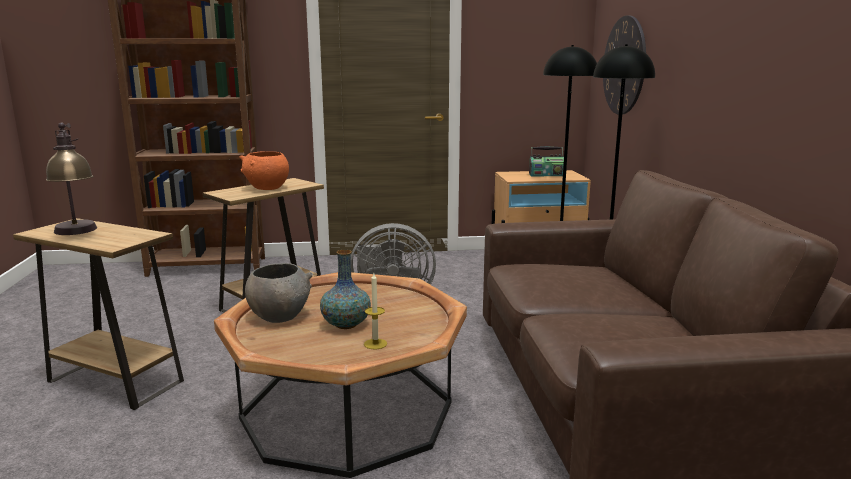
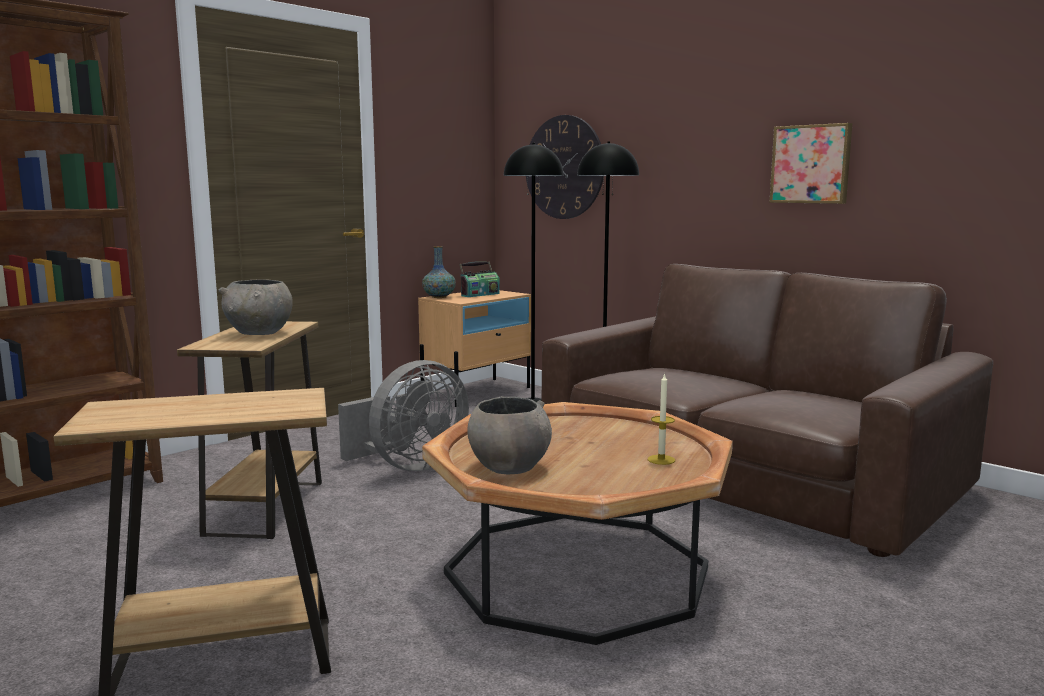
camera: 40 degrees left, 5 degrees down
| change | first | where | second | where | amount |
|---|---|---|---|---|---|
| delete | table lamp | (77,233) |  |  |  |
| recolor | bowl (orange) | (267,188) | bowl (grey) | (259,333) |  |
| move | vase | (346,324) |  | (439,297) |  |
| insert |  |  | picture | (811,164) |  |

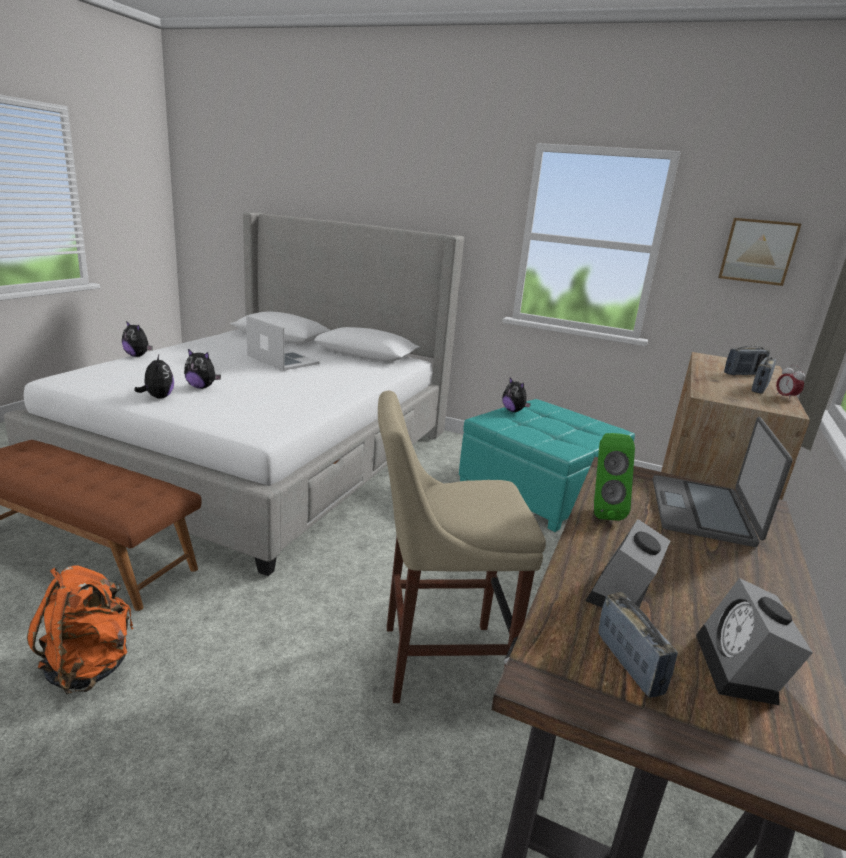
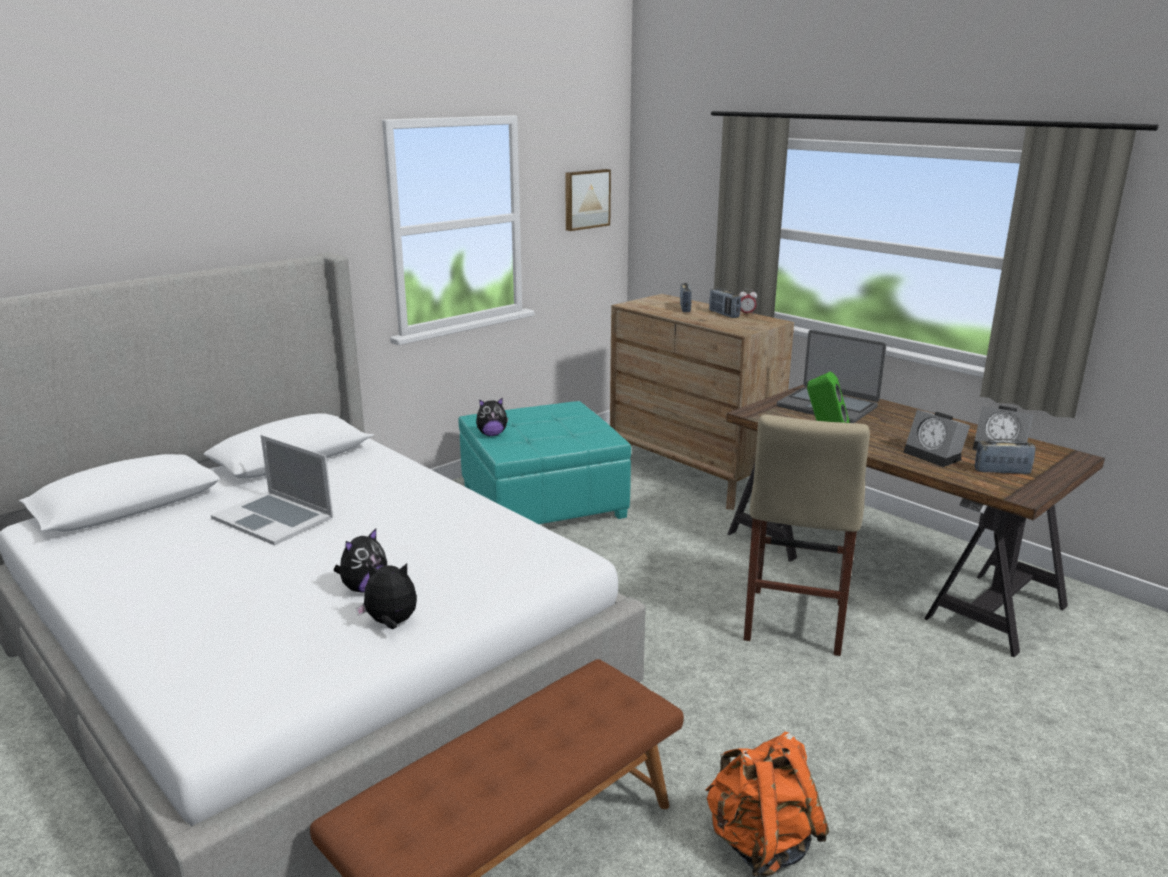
camera: 65 degrees left, 0 degrees up
| change | first | where | second | where | amount |
|---|---|---|---|---|---|
| rotate | laptop | (282,360) |  | (273,517) | 120 degrees counterclockwise |
| delete | plush toy | (138,356) |  |  |  |

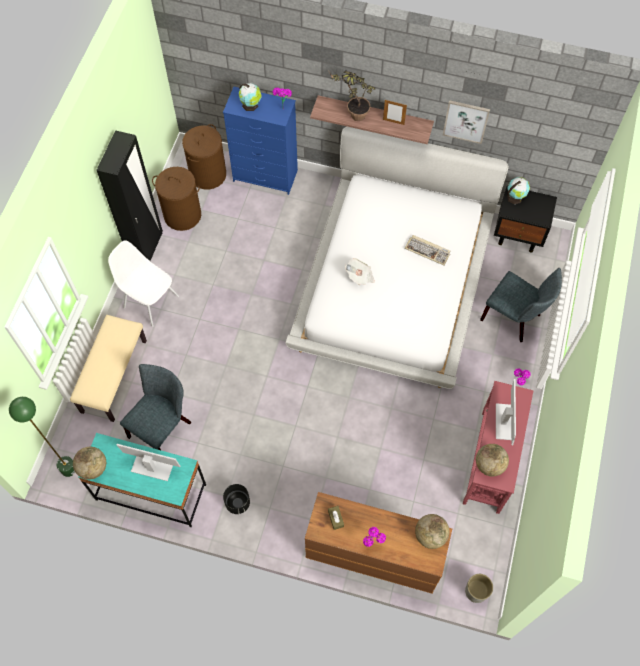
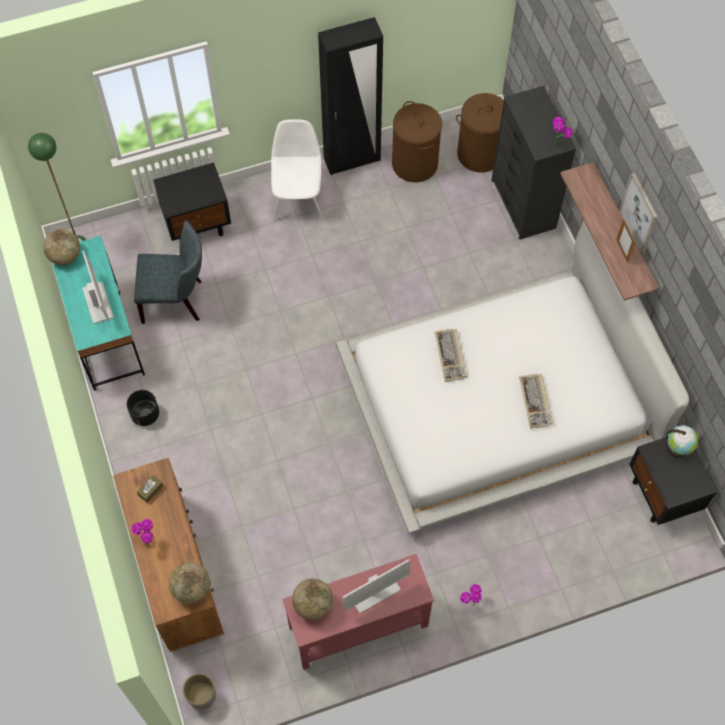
camera: 55 degrees right, 0 degrees up
| change | first | where | second | where | amount |
|---|---|---|---|---|---|
| delete | potted plant | (353,115) |  |  |  |
| delete | globe | (251,105) |  |  |  |
| recolor | dresser (blue) | (266,176) | dresser (black) | (523,205) |  |
| move | picture | (466,121) |  | (639,213) |  |
| replace | newspaper | (360,276) | keyboard | (451,356) |  |
| delete | chair (grey) | (514,318) |  |  |  |
| replace | bench (beige) | (113,376) | nightstand (black) | (198,224) |  |

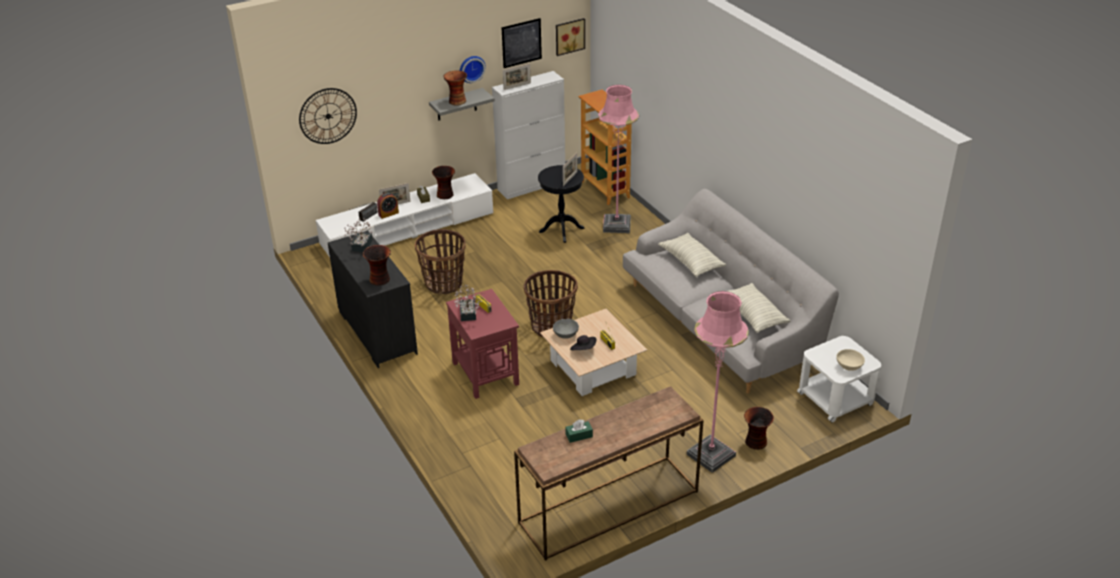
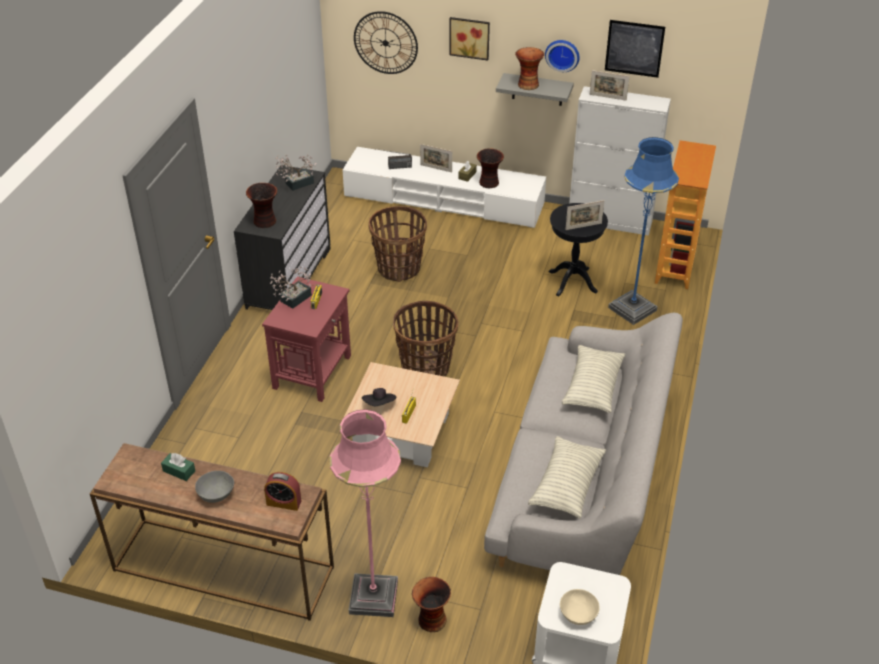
camera: 45 degrees right, 5 degrees up
| change | first | where | second | where | amount |
|---|---|---|---|---|---|
| move | picture | (569,36) |  | (470,37) |  |
| recolor | floor lamp (pink) | (617,225) | floor lamp (blue) | (632,309) |  |
| move | alarm clock | (388,214) |  | (284,502) |  |
| move | bowl (grey) | (565,335) |  | (216,495) |  |

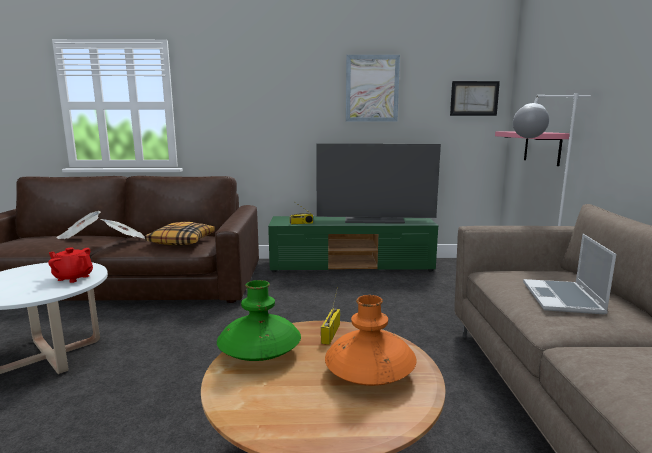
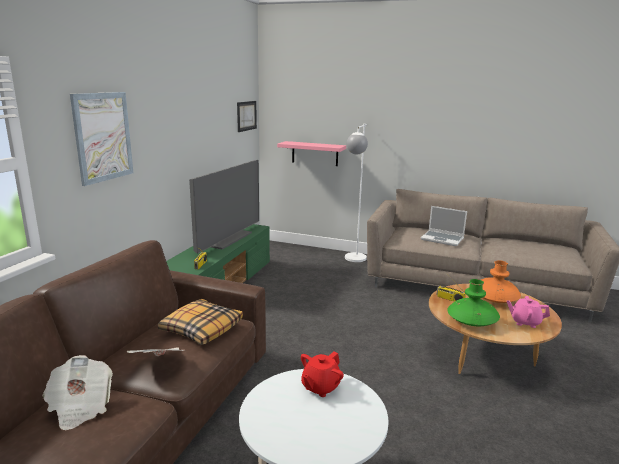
camera: 70 degrees left, 5 degrees up
| change | first | where | second | where | amount |
|---|---|---|---|---|---|
| move | picture | (372,88) |  | (103,137) |  |
| insert |  |  | teapot (pink) | (525,322) |  |

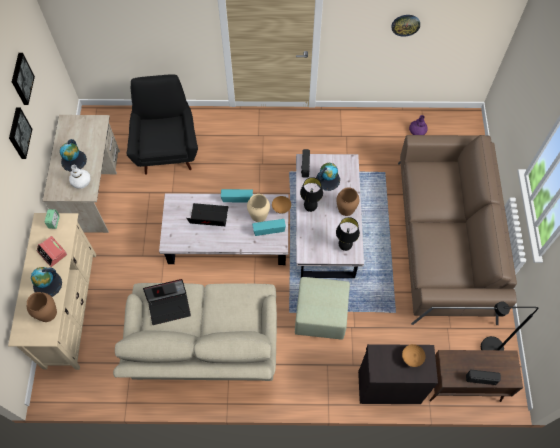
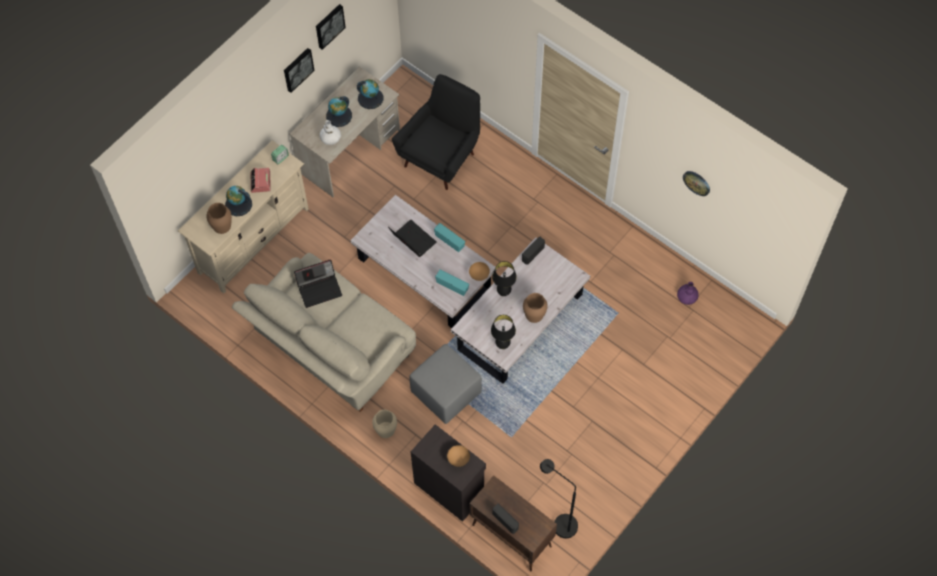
camera: 40 degrees right, 0 degrees up
| change | first | where | second | where | amount |
|---|---|---|---|---|---|
| delete | sofa (brown) | (445,239) |  |  |  |
| move | globe | (327,180) |  | (370,98) |  |
| move | vase (beige) | (259,215) |  | (385,430) |  |
| recolor | ottoman (green) | (320,315) | ottoman (grey) | (445,392) |  |
| rotate | laptop | (169,306) |  | (320,289) | 45 degrees counterclockwise |

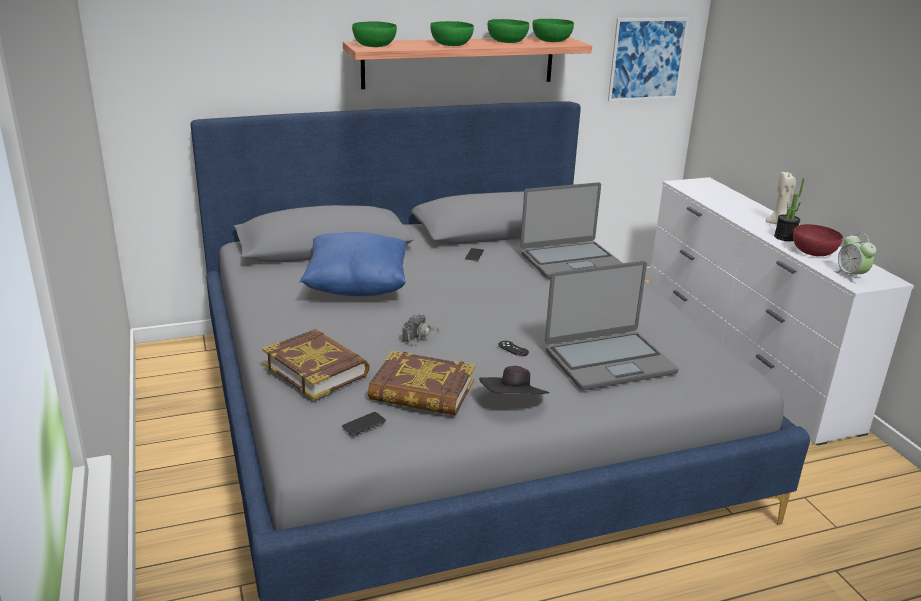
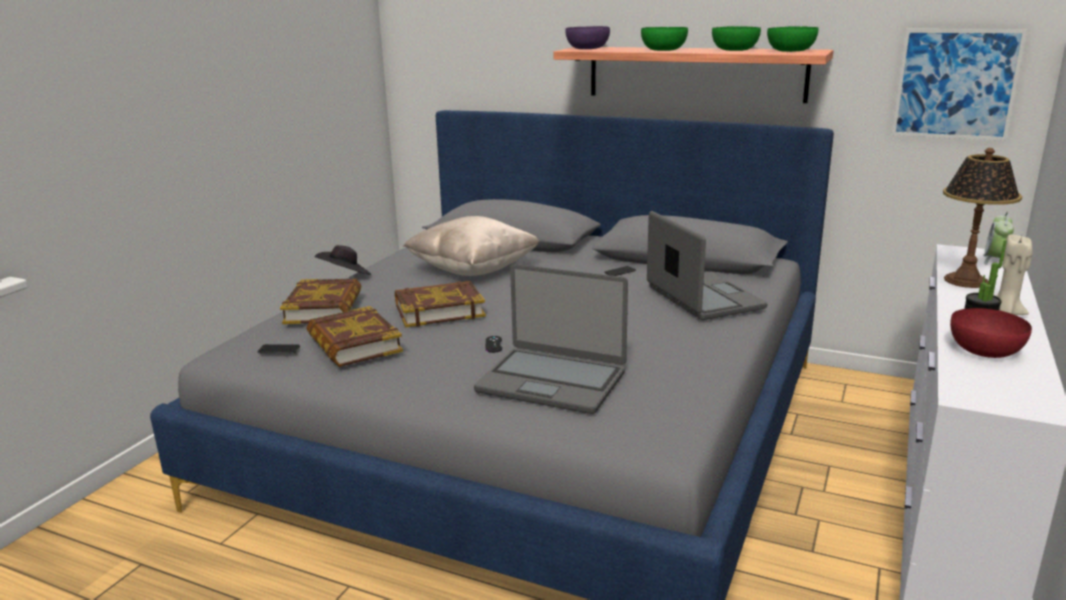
camera: 45 degrees right, 5 degrees down
| change | first | where | second | where | amount |
|---|---|---|---|---|---|
| recolor | bowl (green) | (375,45) | bowl (purple) | (588,48) |  |
| rotate | laptop | (570,261) |  | (703,298) | 135 degrees counterclockwise |
| recolor | pillow (blue) | (357,288) | pillow (beige) | (473,270) |  |
| move | alarm clock | (850,276) |  | (995,260) |  |
| replace | photo camera | (421,335) | book | (439,310) |  |
| move | hat (black) | (513,403) |  | (345,276) |  |
| insert |  |  | table lamp | (965,280) |  |

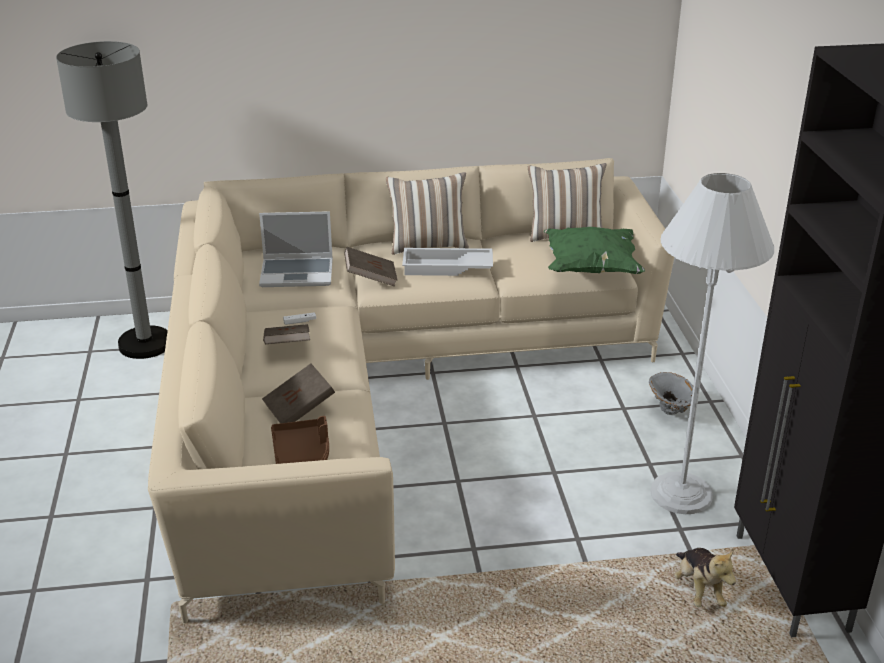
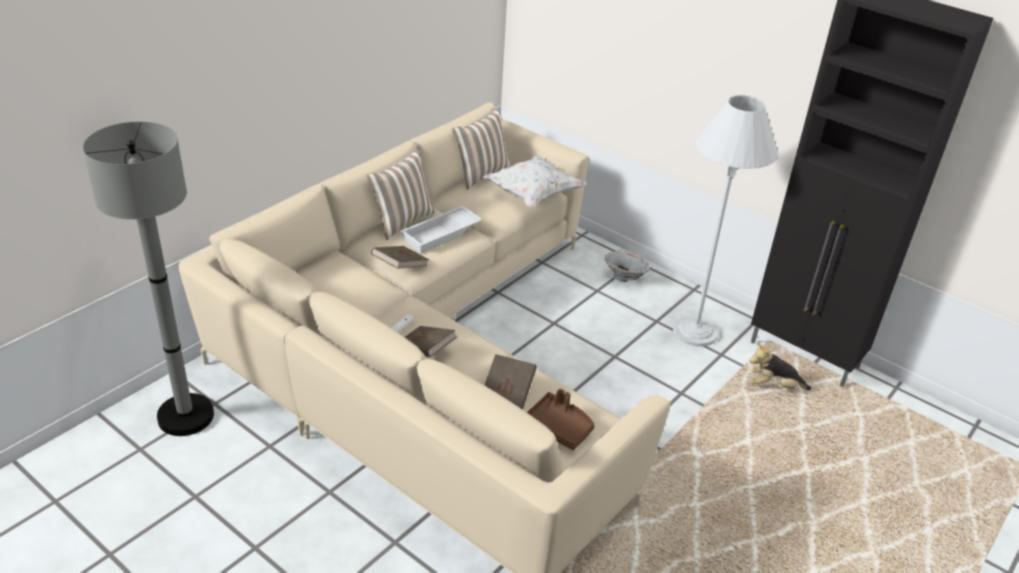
camera: 45 degrees left, 5 degrees up
| change | first | where | second | where | amount |
|---|---|---|---|---|---|
| delete | laptop | (298,273) |  |  |  |
| recolor | pillow (green) | (591,268) | pillow (white) | (532,195) |  |
| rotate | plush toy | (699,590) |  | (774,386) | 150 degrees clockwise |

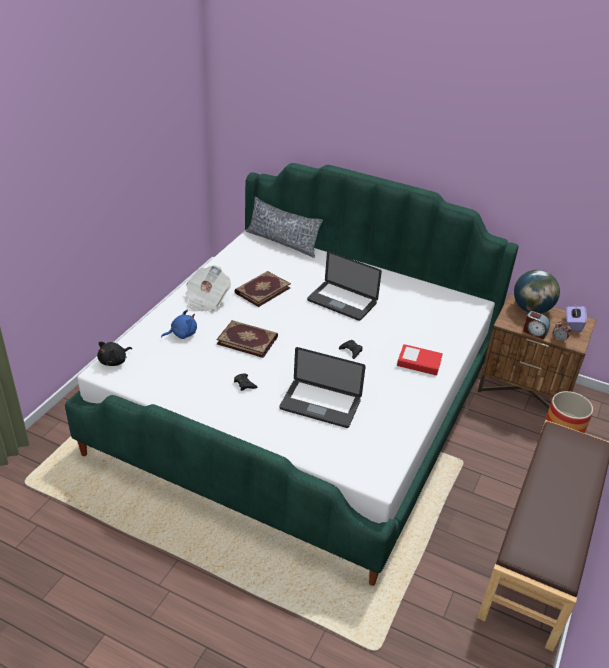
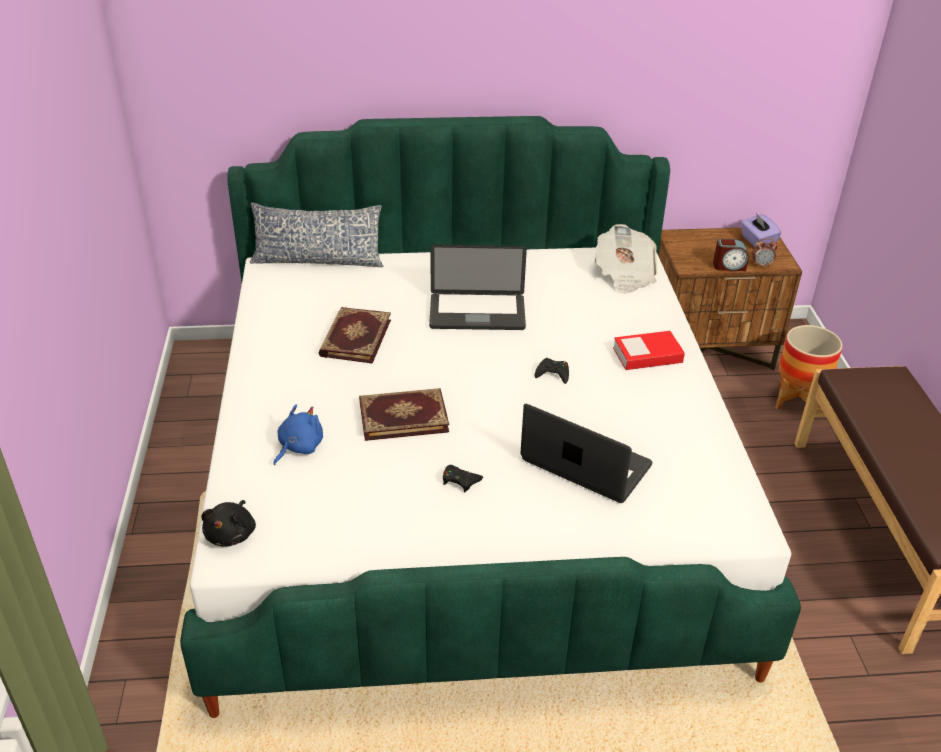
camera: 30 degrees left, 0 degrees up
| change | first | where | second | where | amount |
|---|---|---|---|---|---|
| move | newspaper | (206,300) |  | (624,275) |  |
| delete | globe | (531,309) |  |  |  |
| rotate | laptop | (320,404) |  | (586,463) | 135 degrees counterclockwise |

